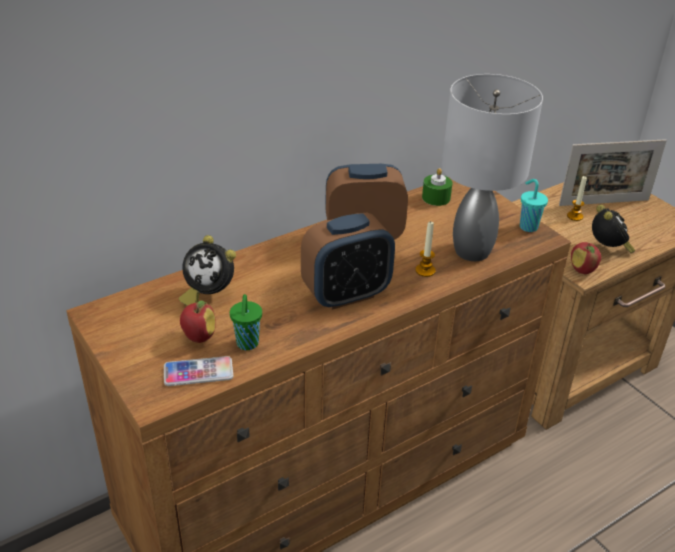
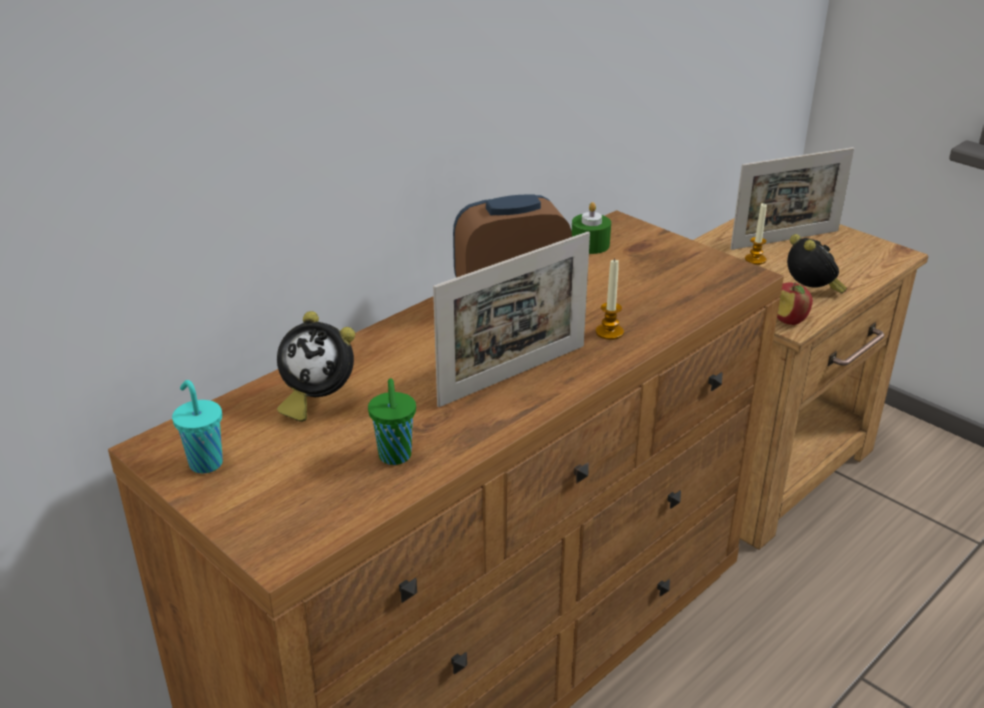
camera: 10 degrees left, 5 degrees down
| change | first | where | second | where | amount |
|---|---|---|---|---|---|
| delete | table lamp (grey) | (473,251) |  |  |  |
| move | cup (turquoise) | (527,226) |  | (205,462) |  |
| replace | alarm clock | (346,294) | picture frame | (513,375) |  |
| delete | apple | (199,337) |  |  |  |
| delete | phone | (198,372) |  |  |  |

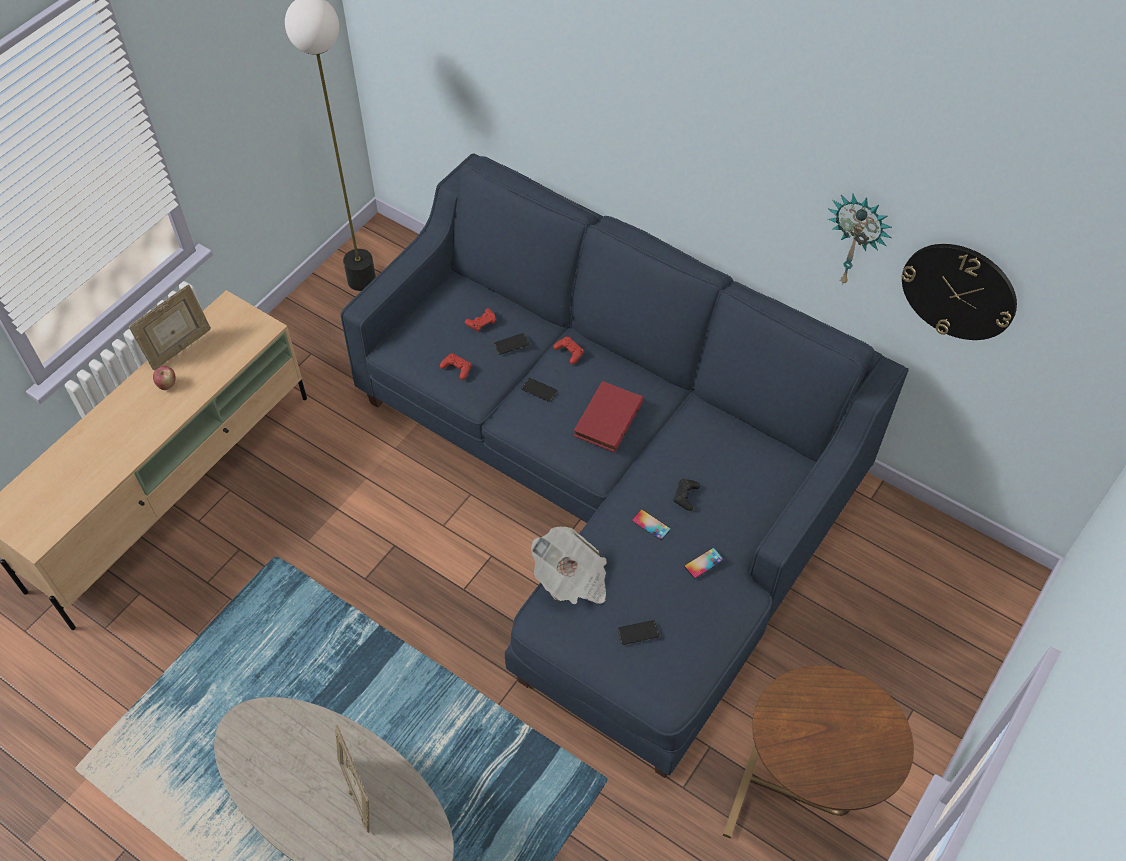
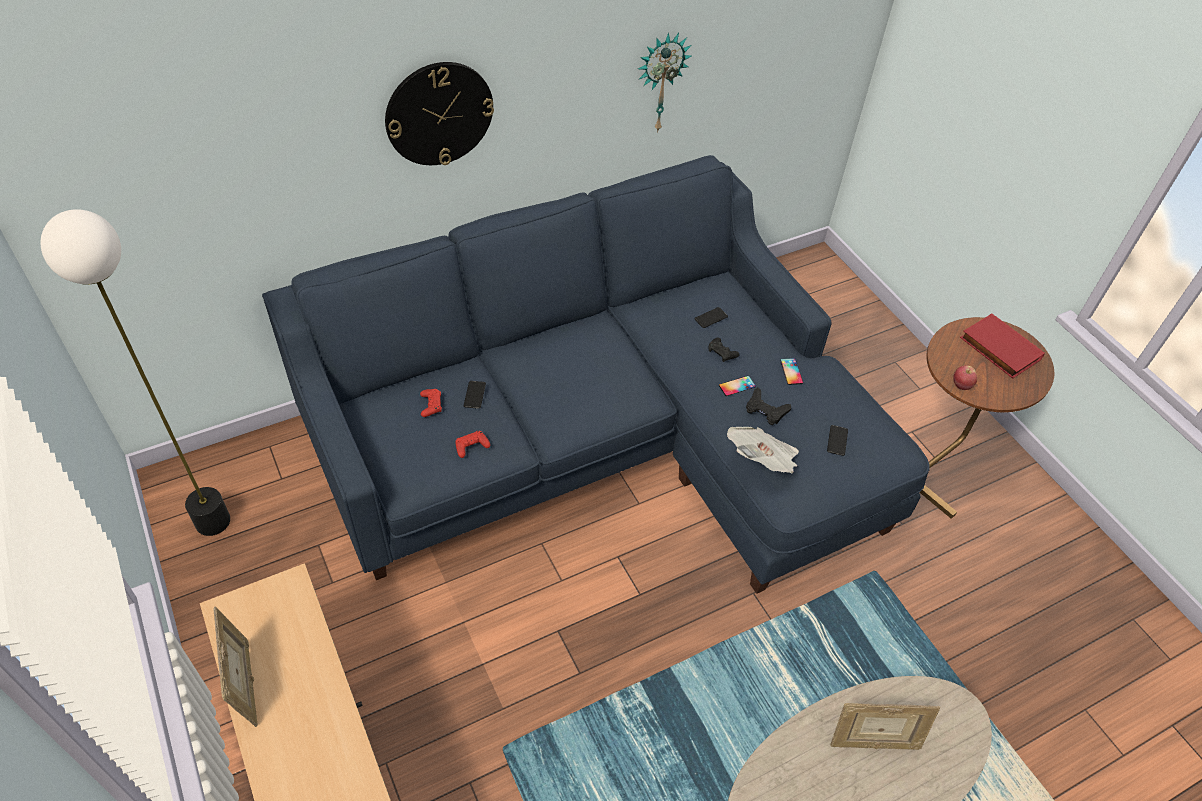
camera: 65 degrees left, 5 degrees down
| change | first | where | second | where | amount |
|---|---|---|---|---|---|
| move | wall clock | (959,291) |  | (439,114) |  |
| delete | game controller (red) | (569,352) |  |  |  |
| move | apple | (167,385) |  | (961,385) |  |
| move | phone | (539,390) |  | (711,318) |  |
| move | book (red) | (606,418) |  | (998,349) |  |
| insert |  |  | game controller (black) | (765,410) |  |

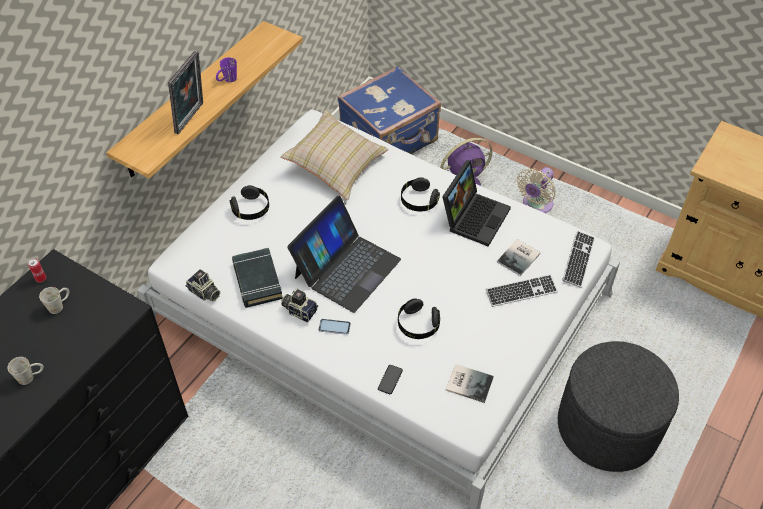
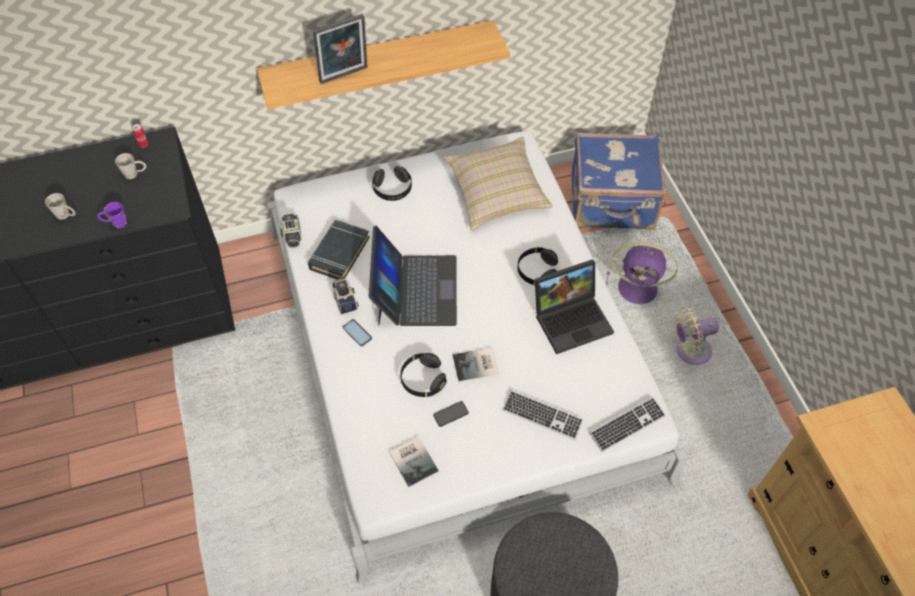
camera: 40 degrees right, 5 degrees up
| change | first | where | second | where | amount |
|---|---|---|---|---|---|
| move | mug (purple) | (227,80) |  | (115,223) |  |
| rotate | laptop | (346,268) |  | (415,290) | 75 degrees counterclockwise |
| move | book | (520,258) |  | (477,366) |  |
| move | phone | (390,380) |  | (451,414) |  |

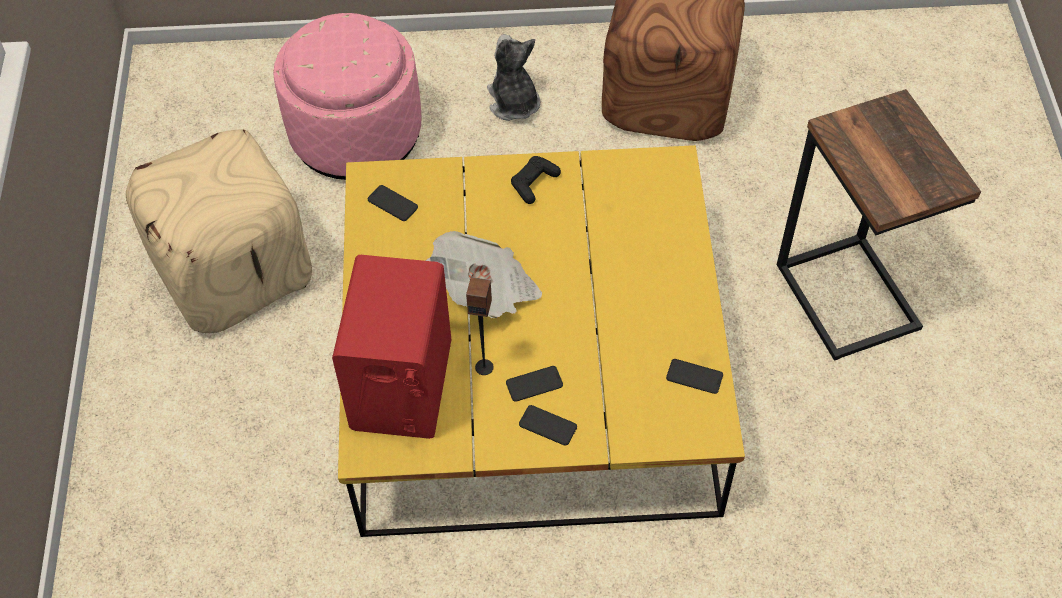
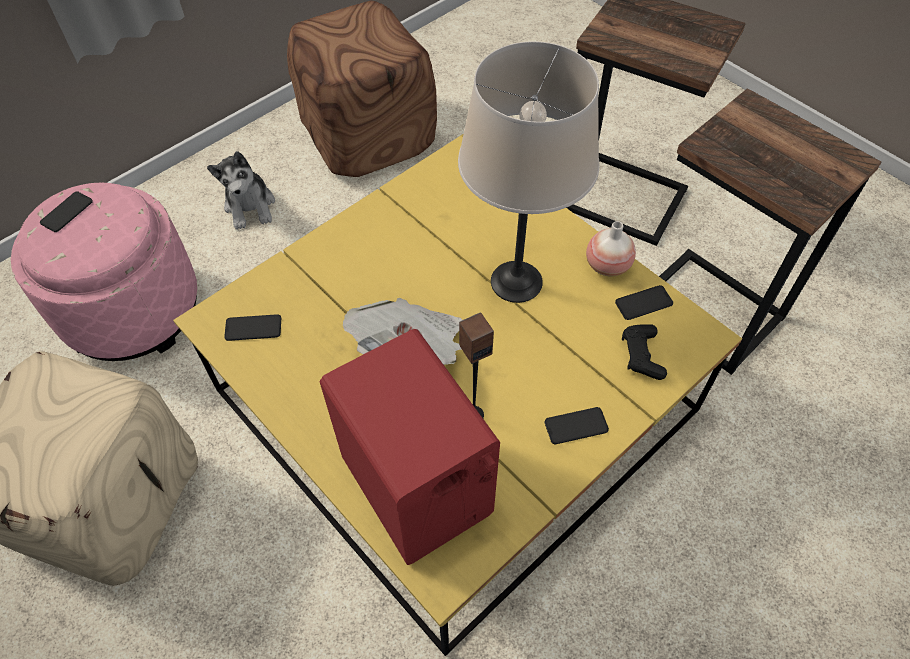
camera: 40 degrees left, 0 degrees up
| change | first | where | second | where | amount |
|---|---|---|---|---|---|
| rotate | plush toy | (513,102) |  | (250,206) | 135 degrees counterclockwise |
| move | game controller (black) | (534,183) |  | (641,356) |  |
| move | phone | (534,384) |  | (67,212) |  |
| insert |  |  | table lamp (beige) | (516,282) |  |
| insert |  |  | side table | (707,312) |  |
| insert |  |  | vase | (607,265) |  |

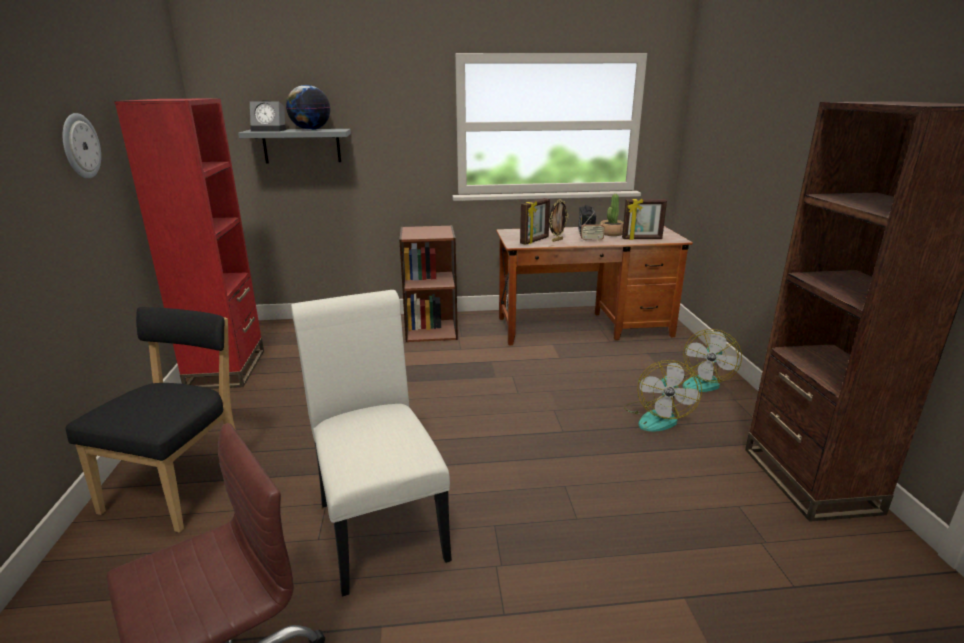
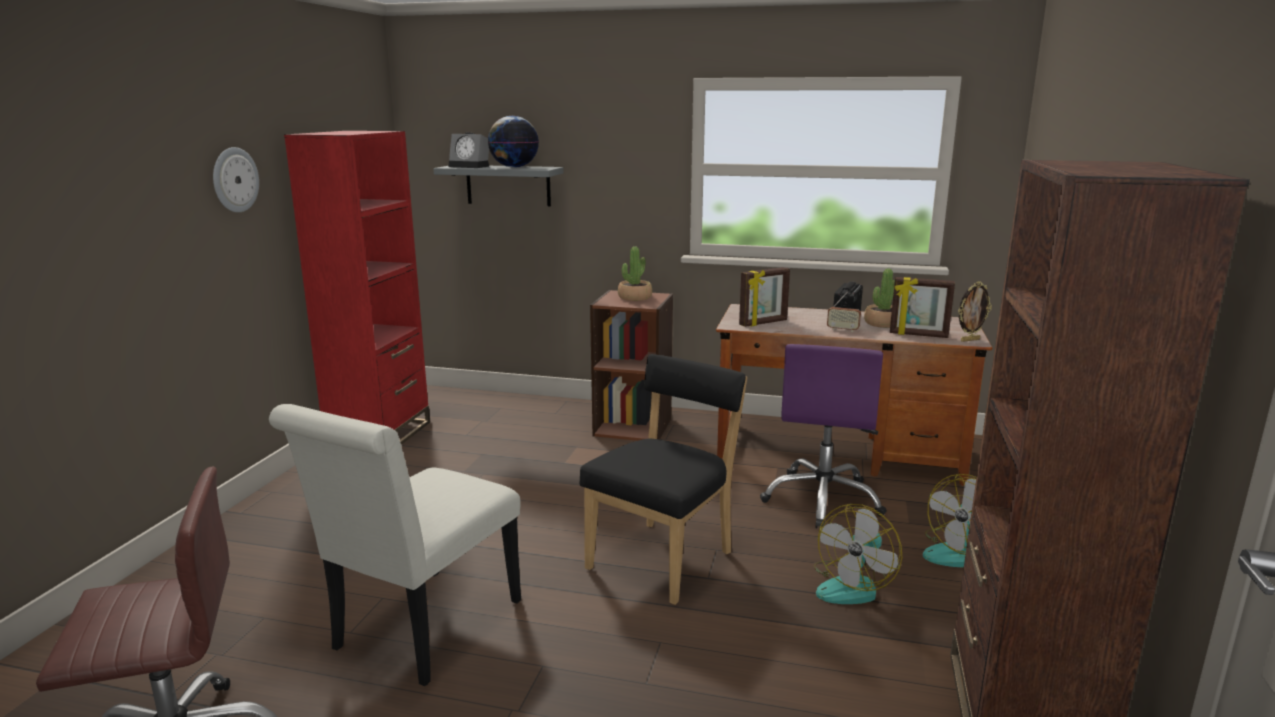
camera: 20 degrees right, 5 degrees down
| change | first | where | second | where | amount |
|---|---|---|---|---|---|
| move | picture frame | (557,240) |  | (969,340) |  |
| rotate | chair (white) | (379,523) |  | (420,631) | 150 degrees counterclockwise |
| move | chair (black) | (182,486) |  | (664,558) |  |
| insert |  |  | potted plant | (634,297) |  |
| insert |  |  | office chair (purple) | (823,499) |  |

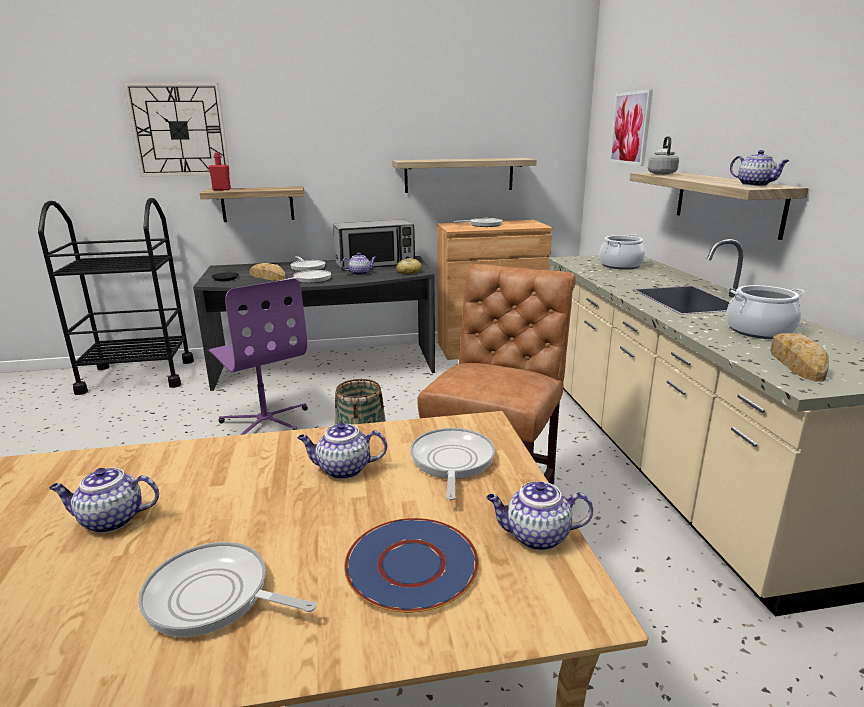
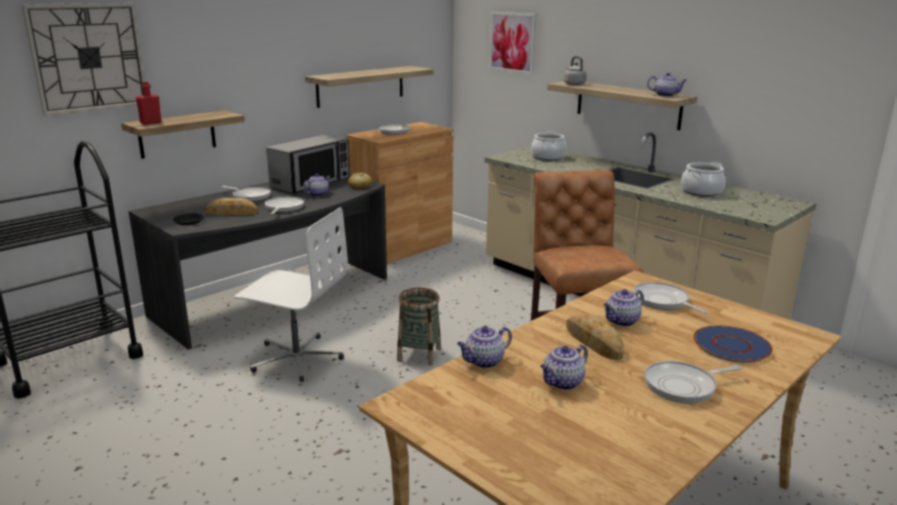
camera: 35 degrees left, 0 degrees up
| change | first | where | second | where | amount |
|---|---|---|---|---|---|
| recolor | office chair (purple) | (265,421) | office chair (white) | (296,358) |  |
| move | bread | (796,363) |  | (593,341) |  |
| move | teapot | (536,536) |  | (483,362) |  |

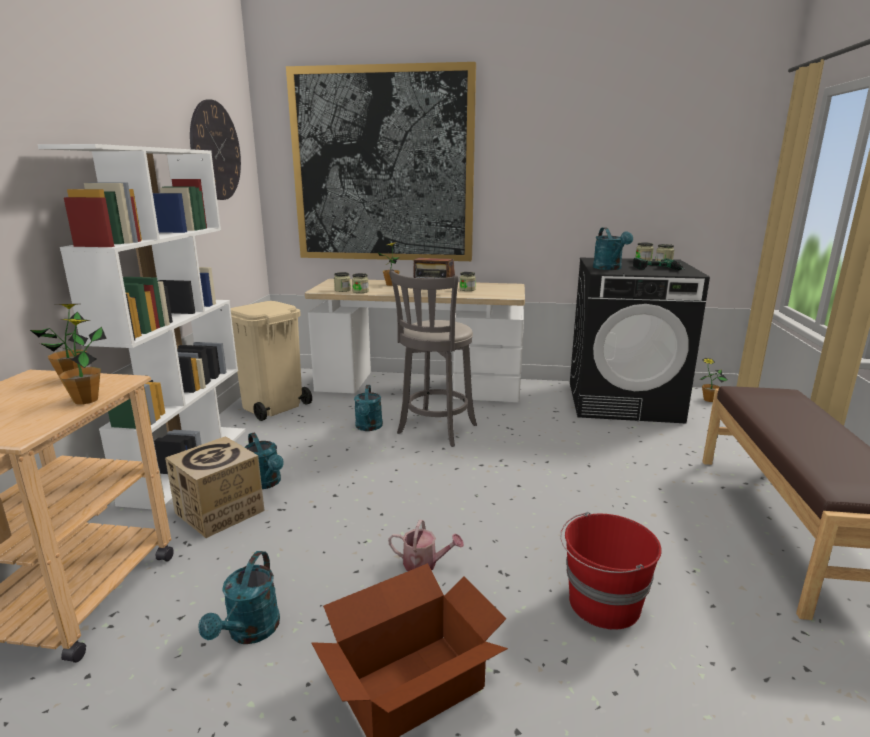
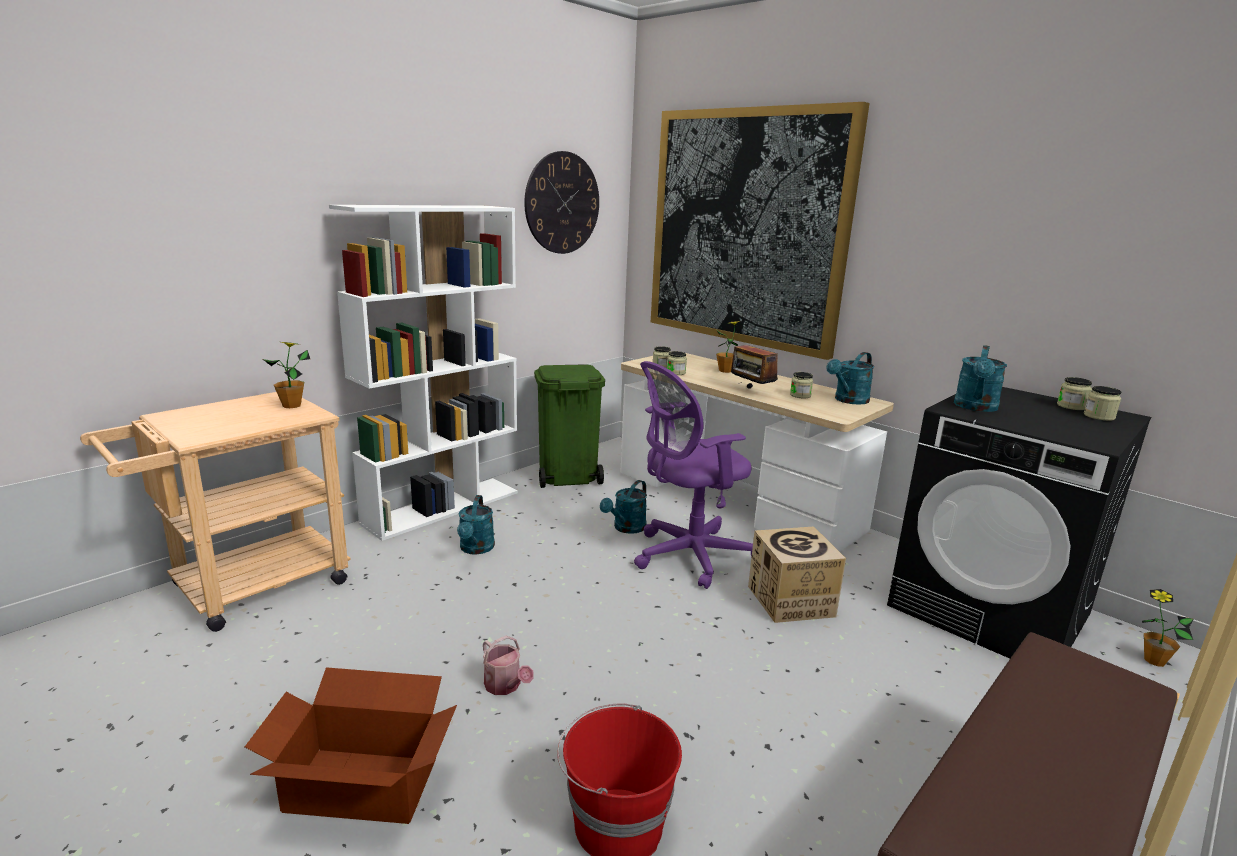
camera: 35 degrees right, 0 degrees up
| change | first | where | second | where | amount |
|---|---|---|---|---|---|
| delete | power drill | (659,269) |  |  |  |
| replace | stool (grey) | (435,430) | office chair (purple) | (688,556) |  |
| recolor | trash can (beige) | (272,407) | trash can (green) | (567,477) |  |
| delete | potted plant | (86,400) |  |  |  |
| move | cardboard box | (219,512) |  | (790,601) |  |
| move | watering can (turquoise) | (249,632) |  | (848,400) |  |

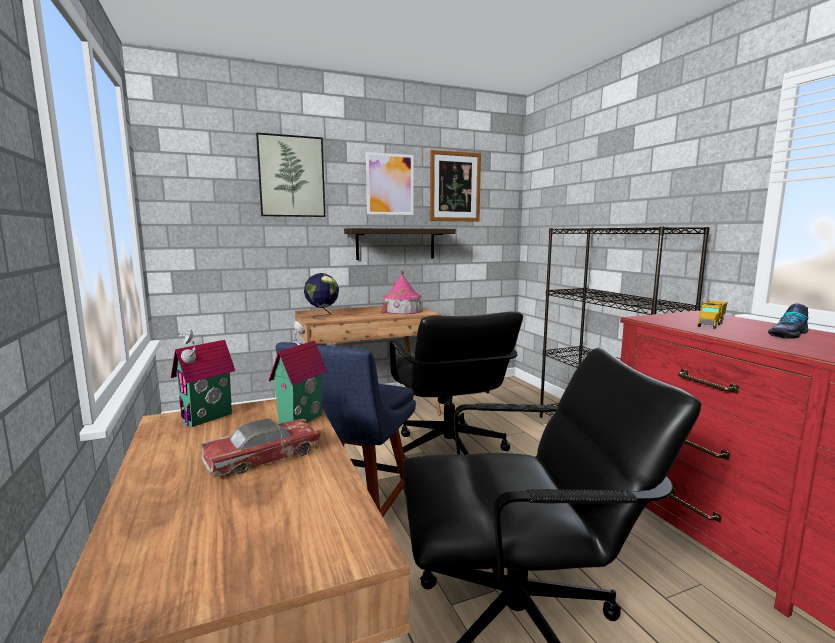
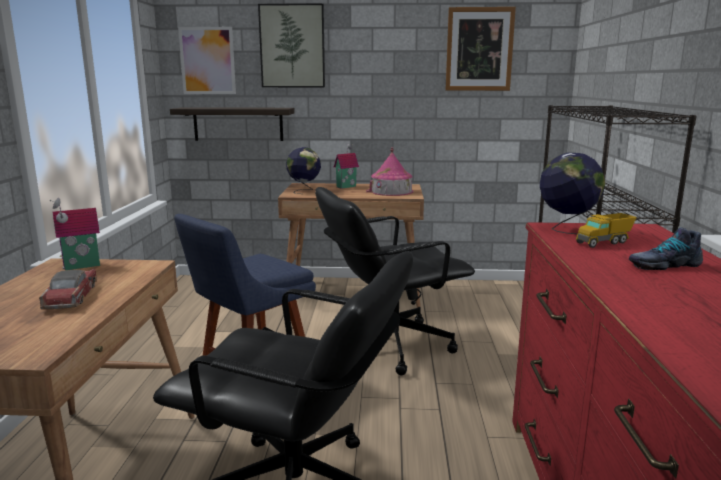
camera: 25 degrees right, 5 degrees up
| change | first | where | second | where | amount |
|---|---|---|---|---|---|
| move | picture | (390,184) |  | (207,61) |  |
| move | shelf | (395,244) |  | (238,124) |  |
| rotate | office chair (black) | (448,452) |  | (390,345) | 60 degrees clockwise |
| move | toy house | (299,419) |  | (345,186) |  |
| rotate | toy car | (263,457) |  | (71,297) | 90 degrees counterclockwise |
| insert |  |  | globe | (566,229) |  |

